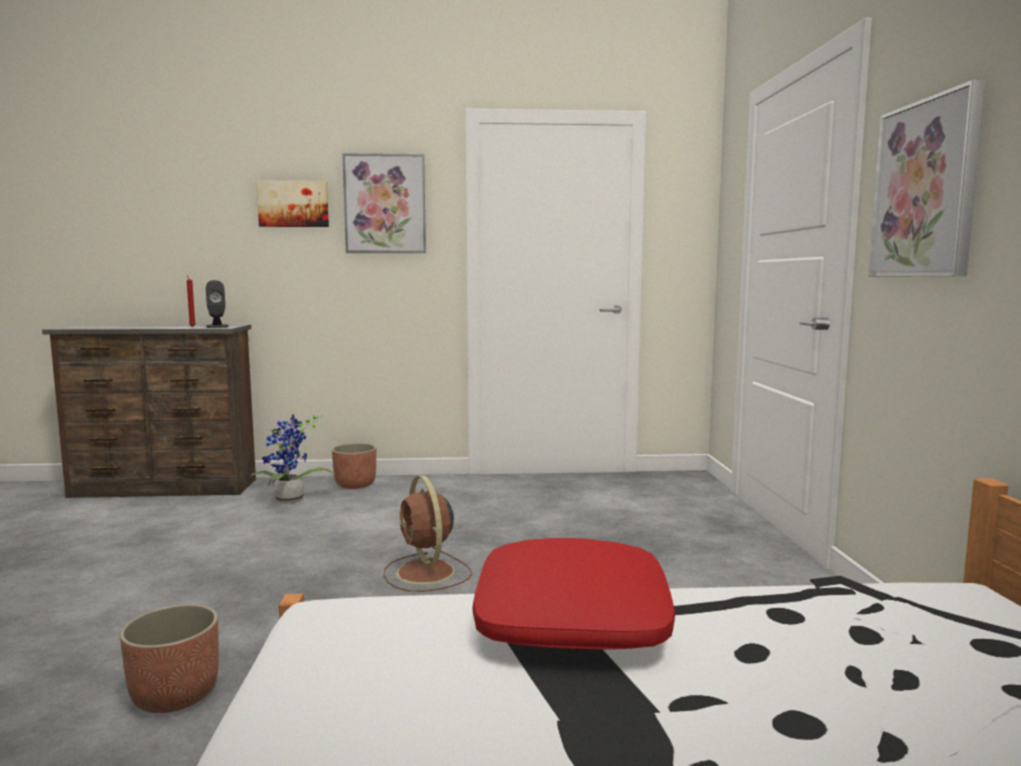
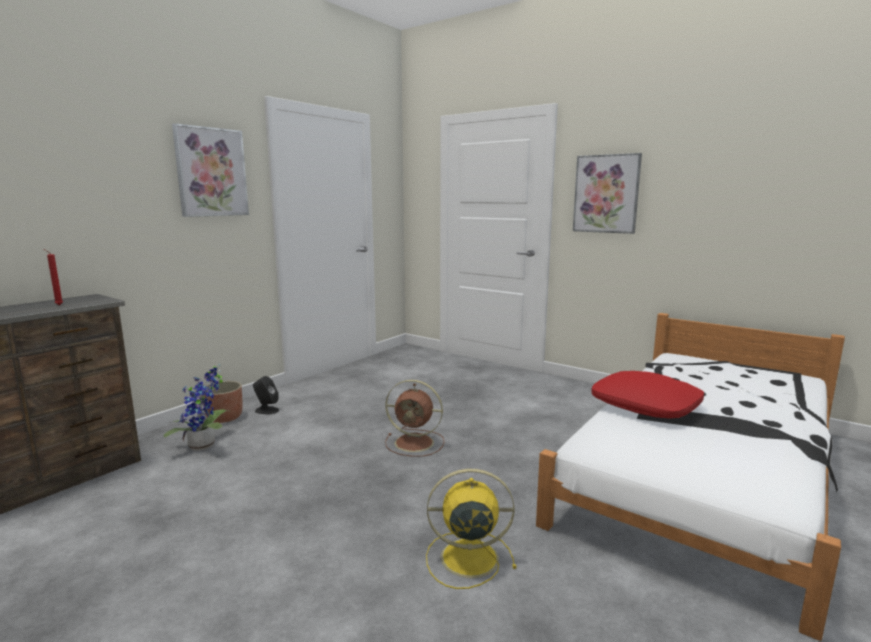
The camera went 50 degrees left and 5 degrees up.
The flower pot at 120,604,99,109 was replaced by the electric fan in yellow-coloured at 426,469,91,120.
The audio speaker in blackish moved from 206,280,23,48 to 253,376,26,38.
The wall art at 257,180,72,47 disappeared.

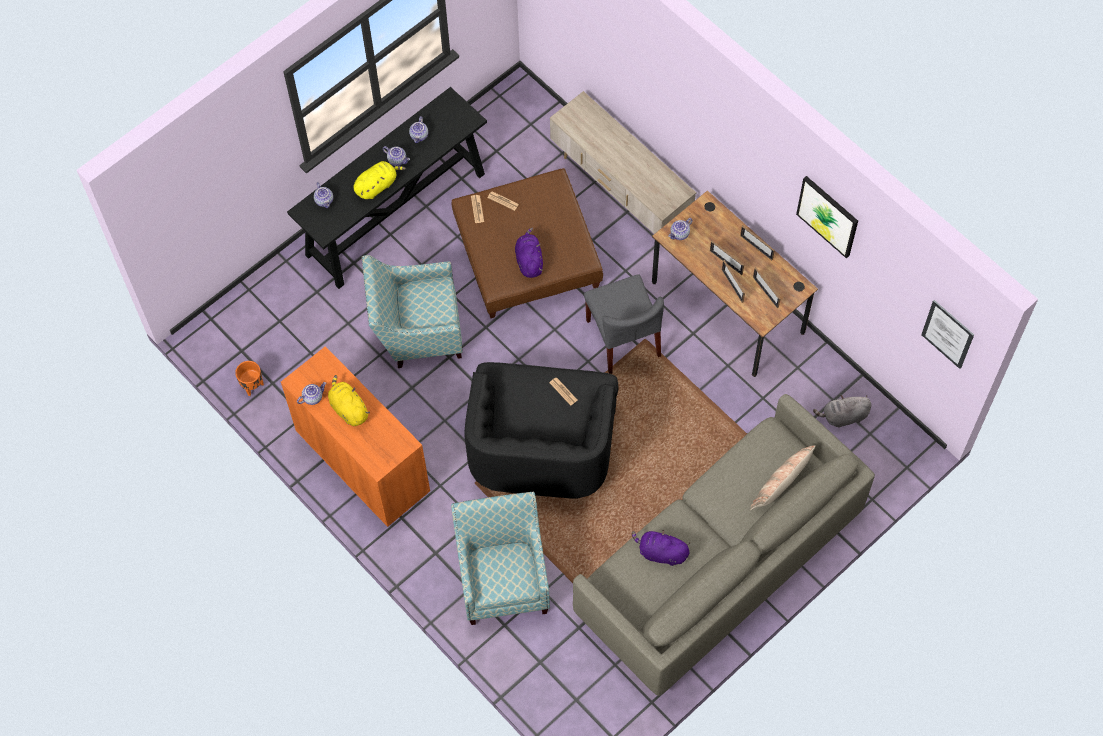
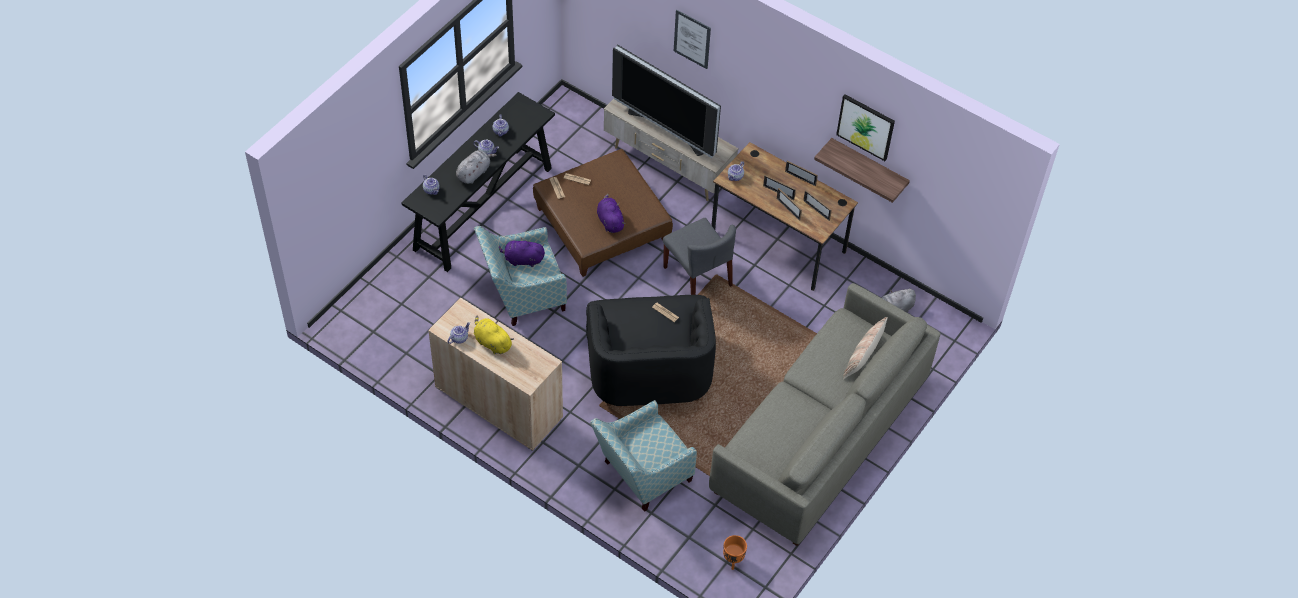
The camera went 15 degrees left and 10 degrees down.
The flower pot in orangey moved from 235,361,29,35 to 723,535,24,35.
The storage cabinet in orangey at 281,346,149,181 became the storage cabinet in beige-coloured at 428,298,135,153.
The cuddly toy in yellow-coloured at 354,161,52,38 became the cuddly toy in grey at 456,150,41,34.
The lounge chair at 451,492,99,133 turned 105 degrees counterclockwise.
The cuddly toy in purplish moved from 632,530,58,36 to 499,237,46,30.
The wall art moved from 921,300,53,69 to 674,10,37,59.
The TV set at 612,45,109,113 appeared.
The shelf at 814,138,96,65 appeared.

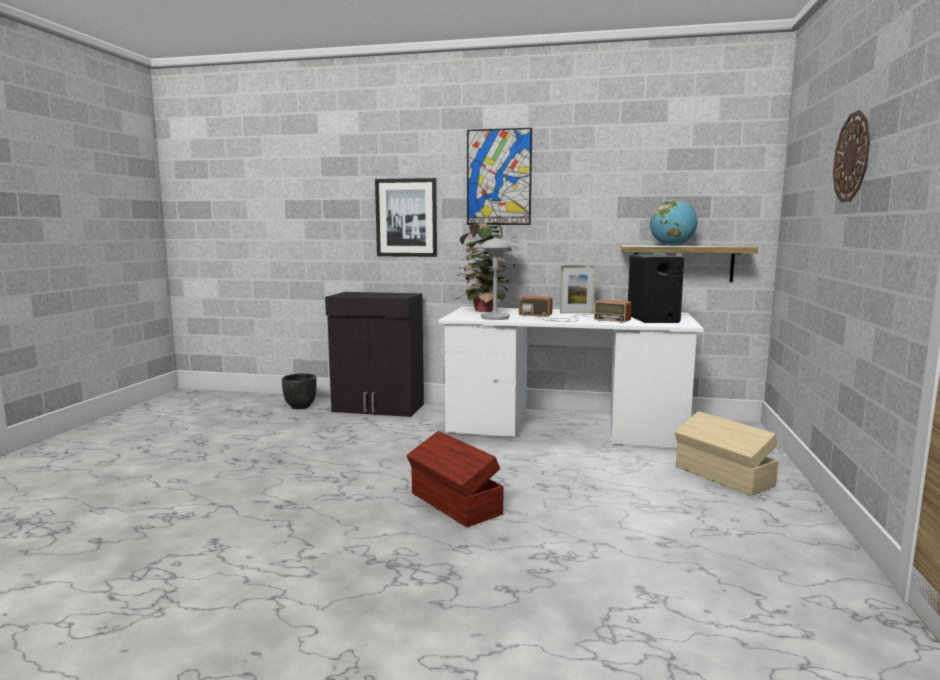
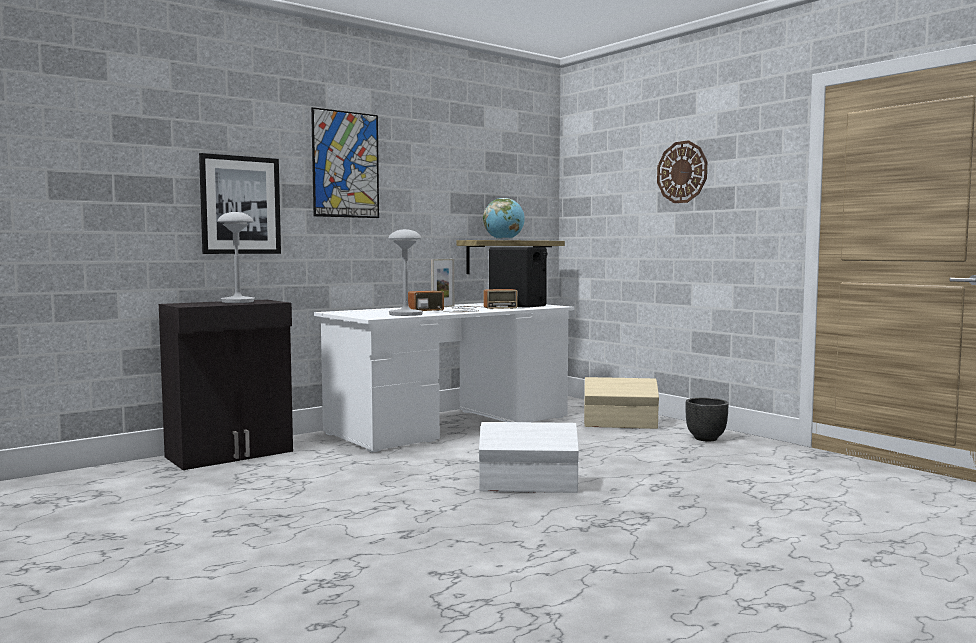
The camera went 50 degrees left and 5 degrees down.
The flower pot in blackish moved from 282,373,35,36 to 685,398,44,44.
The storage bin in brown at 406,431,98,96 became the storage bin in whitish at 479,422,100,71.
The plant in a pot at 455,223,63,89 disappeared.
The table lamp in grey at 217,212,38,91 appeared.

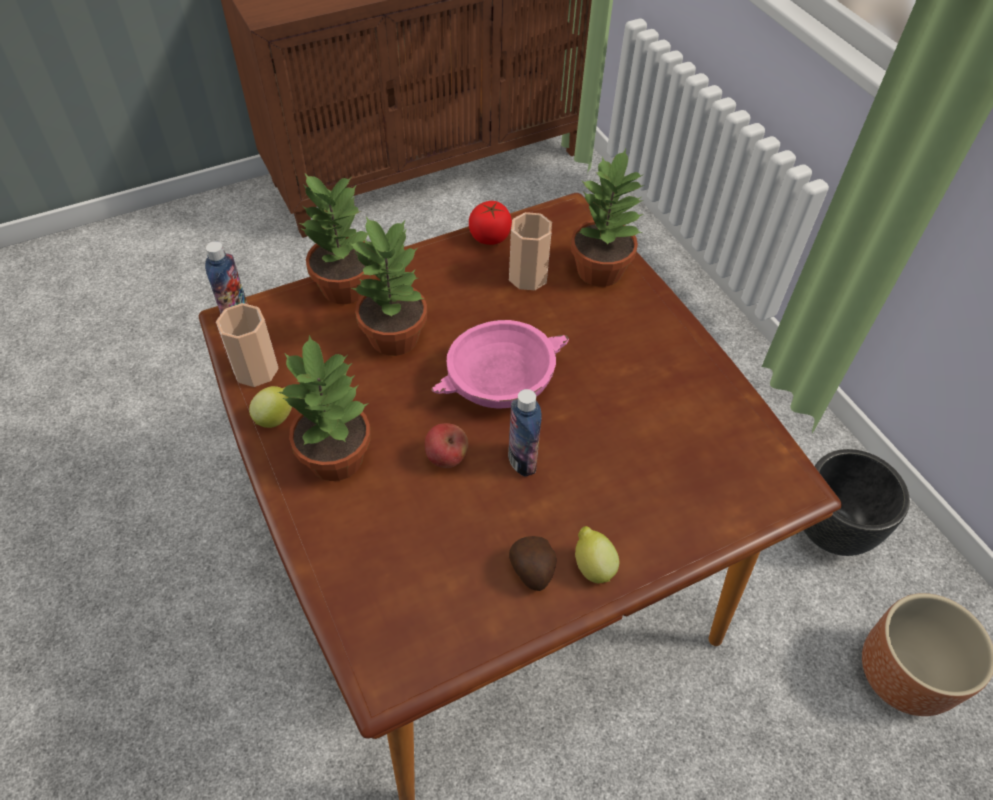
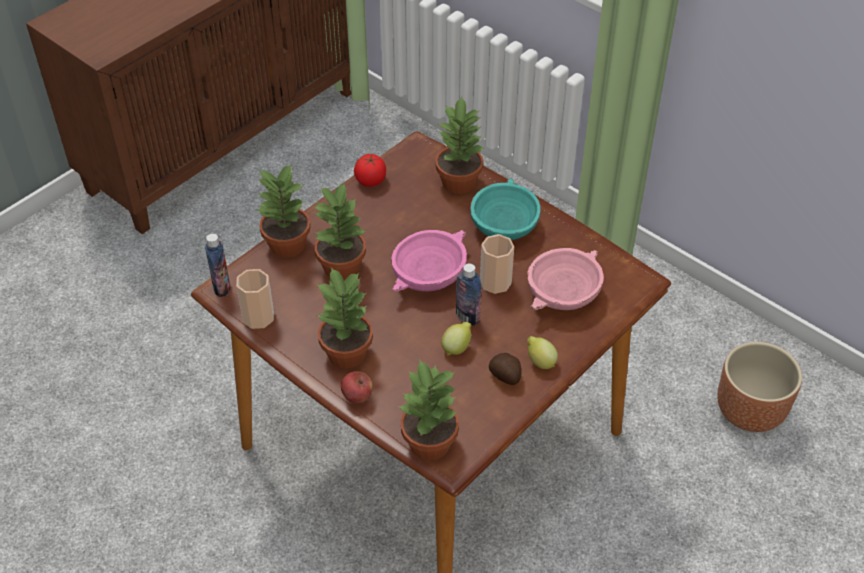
The camera went 20 degrees left and 5 degrees down.
The citrus fruit moved from 249,386,43,42 to 441,322,30,34.
The apple moved from 425,423,43,45 to 341,371,32,32.
The drinking cup moved from 509,212,43,78 to 480,234,34,60.
The flower pot in blackish at 804,449,106,107 disappeared.
The plant in a pot at 397,359,62,101 appeared.
The bowl in turquoise at 470,178,71,62 appeared.
The bowl in pink-coloured at 528,248,76,62 appeared.

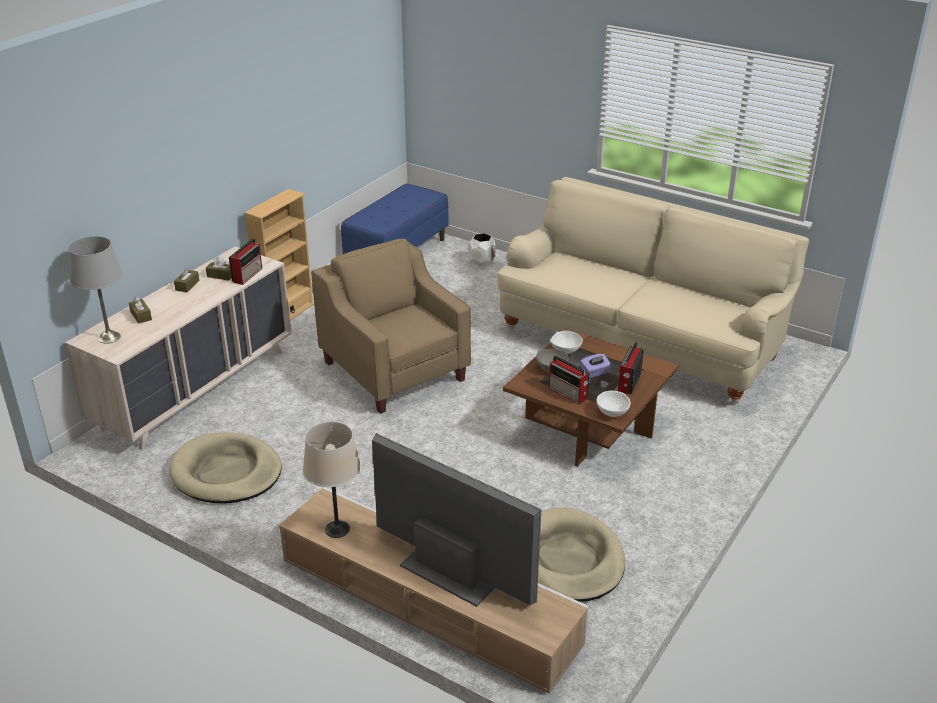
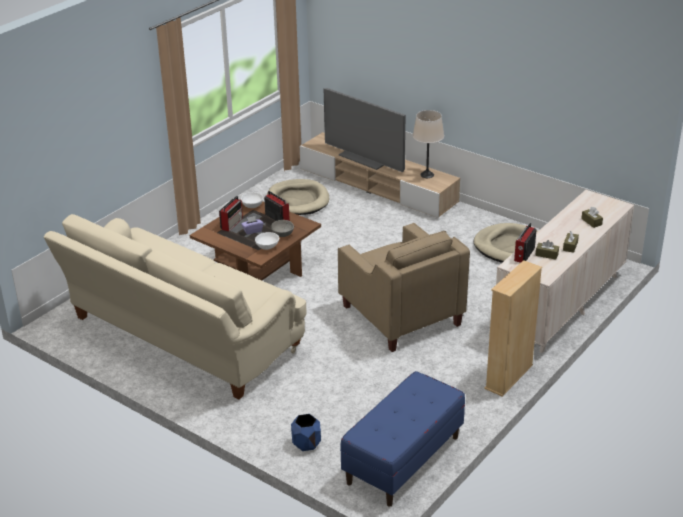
The camera went 175 degrees left and 0 degrees up.
The table lamp in grey at 68,236,55,108 disappeared.
The flower pot in whitish at 469,233,27,33 became the flower pot in blue at 291,414,30,37.

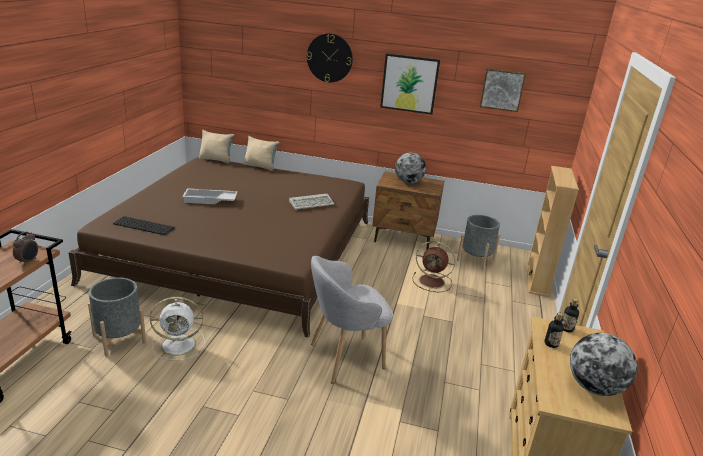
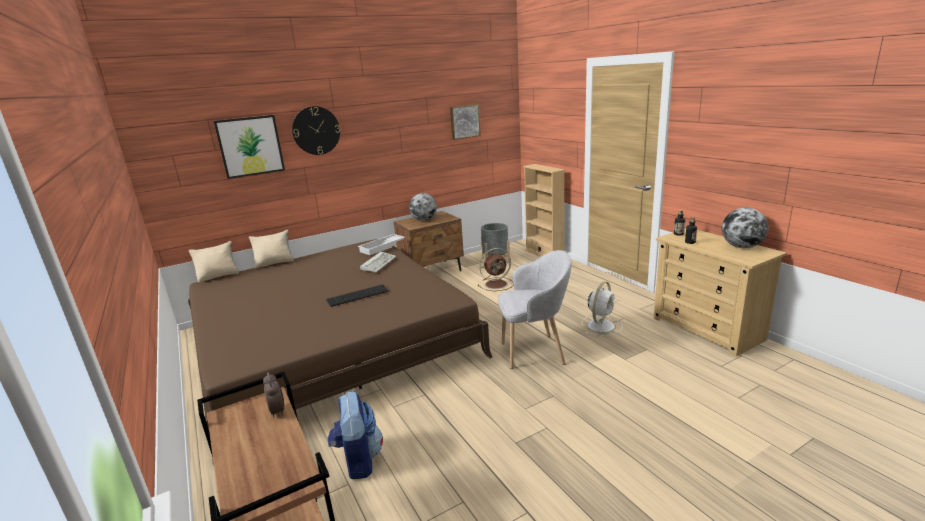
The camera went 40 degrees left and 5 degrees down.
The flower pot in grey at 88,277,58,80 was replaced by the backpack at 328,392,55,87.
The computer keyboard moved from 113,216,62,19 to 326,284,63,23.
The electric fan in whitish moved from 150,297,55,63 to 582,281,40,55.
The carrying tray in whitish moved from 182,188,56,16 to 358,234,47,21.
The lounge chair in grey at 311,256,82,127 turned 120 degrees counterclockwise.
The wall art moved from 380,53,60,62 to 214,115,71,64.

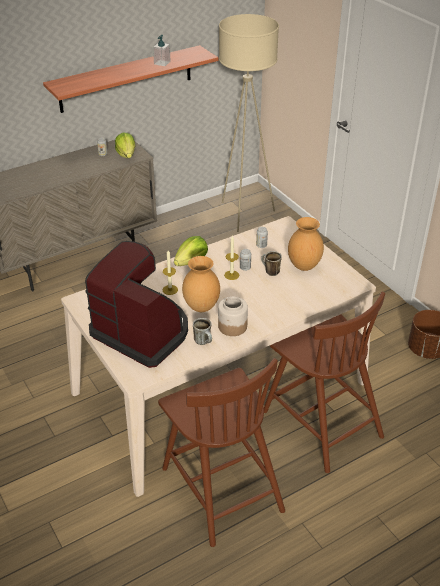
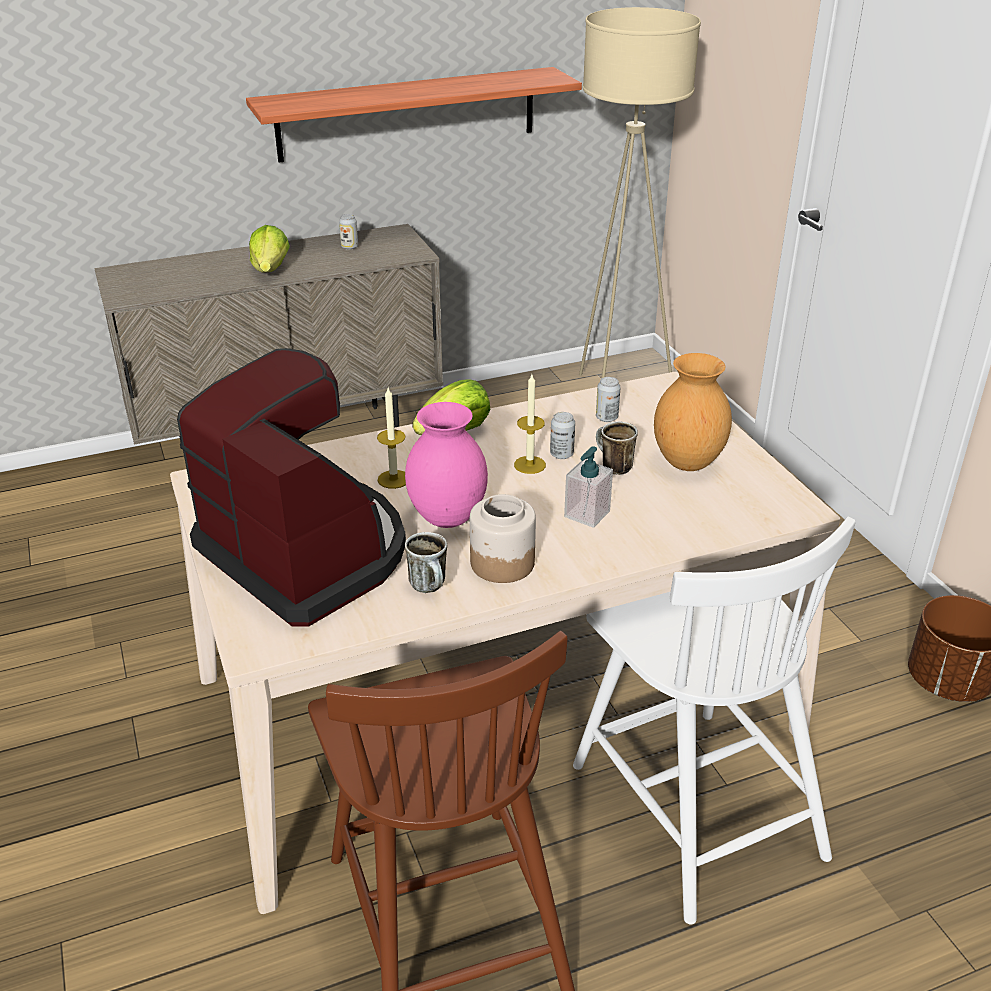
The camera went 10 degrees right and 5 degrees down.
The lettuce moved from 115,133,20,25 to 249,225,41,47.
The soap bottle moved from 153,35,18,31 to 564,446,49,82.
The vase in brown at 182,256,38,56 became the vase in pink-coloured at 405,402,83,126.
The upright chair in brown at 264,291,121,182 became the upright chair in whitish at 573,516,283,409.

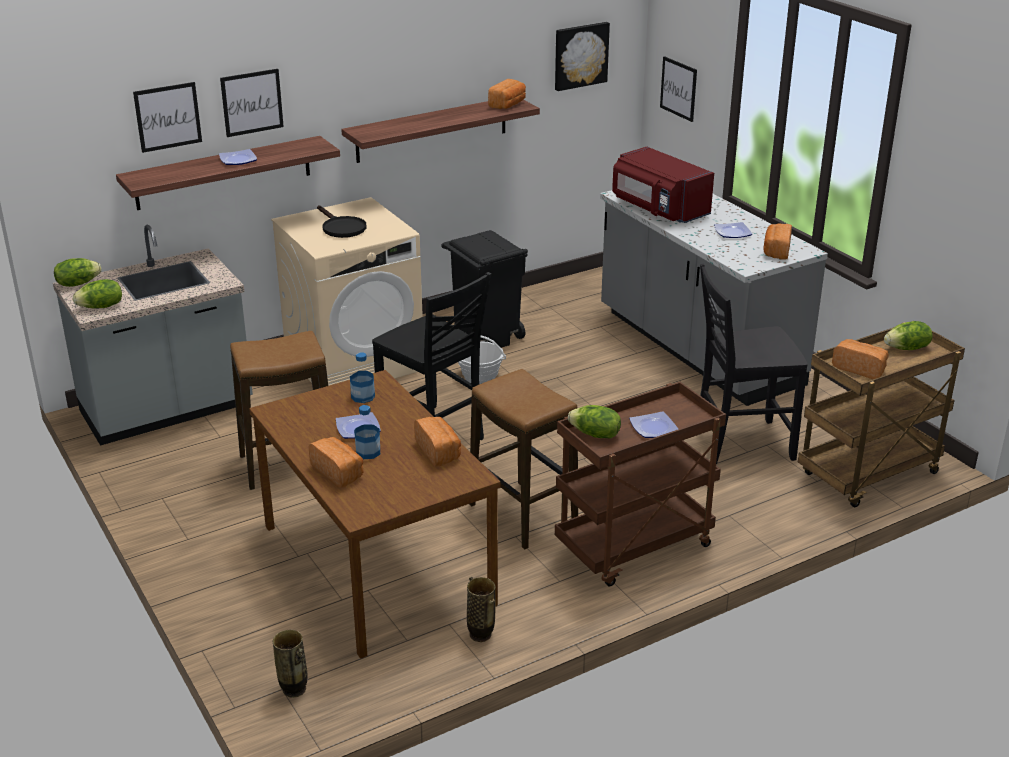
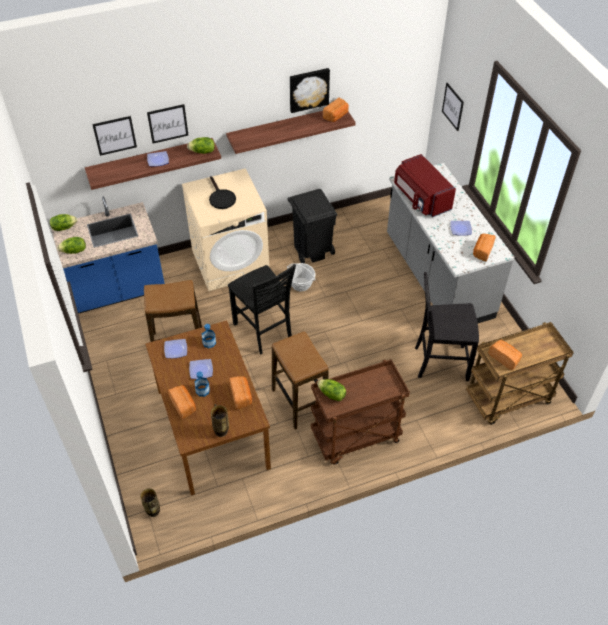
The camera went 10 degrees right and 20 degrees up.
The kitchen base unit in grey at 53,225,200,221 became the kitchen base unit in blue at 51,197,114,116.
The vase moved from 467,577,29,65 to 211,404,18,33.
The wall art moved from 555,22,55,69 to 290,68,40,45.
The flat dish moved from 629,411,49,27 to 164,339,23,19.
The lettuce moved from 884,321,49,29 to 187,137,28,17.

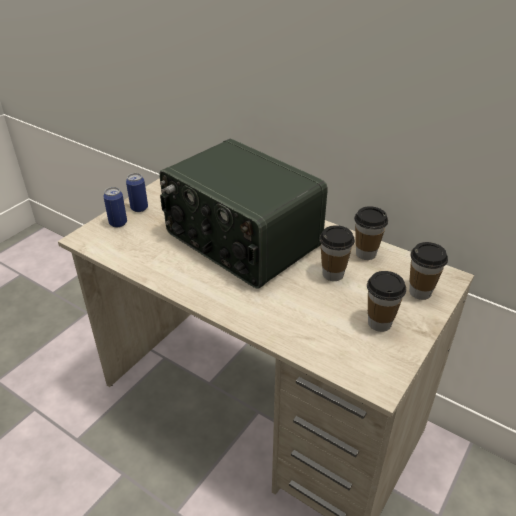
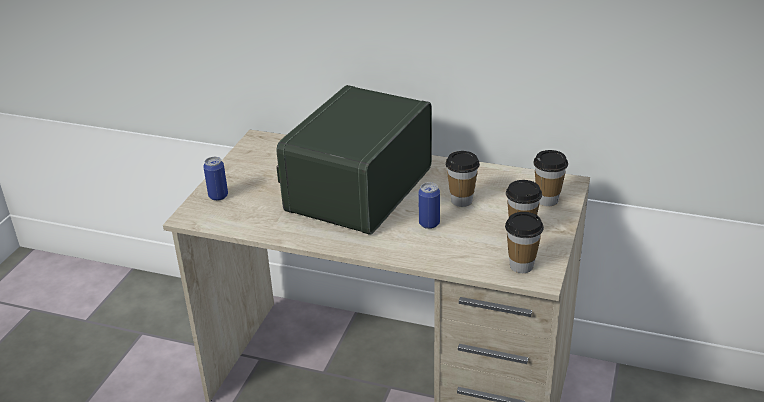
The camera went 15 degrees left and 5 degrees down.
The can moved from 126,173,22,39 to 418,182,22,47.
The radio at 159,139,169,150 turned 90 degrees clockwise.
The drinking cup moved from 354,206,34,54 to 505,212,39,61.

